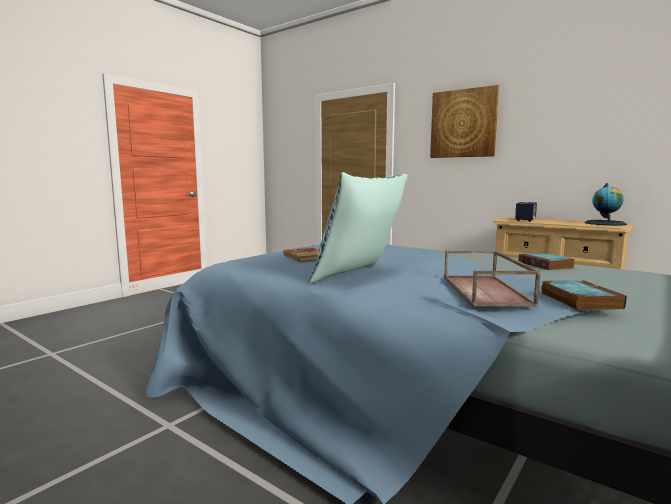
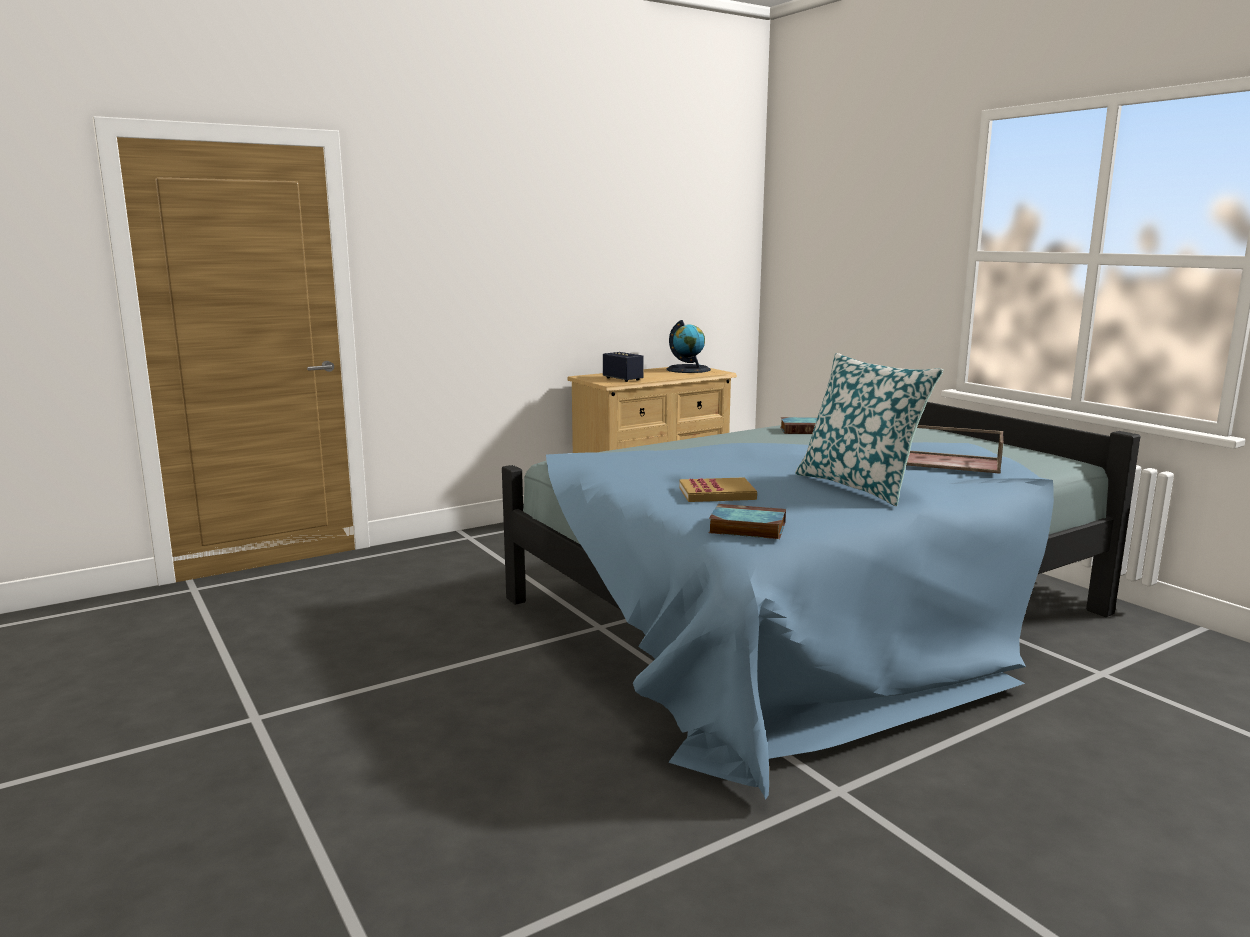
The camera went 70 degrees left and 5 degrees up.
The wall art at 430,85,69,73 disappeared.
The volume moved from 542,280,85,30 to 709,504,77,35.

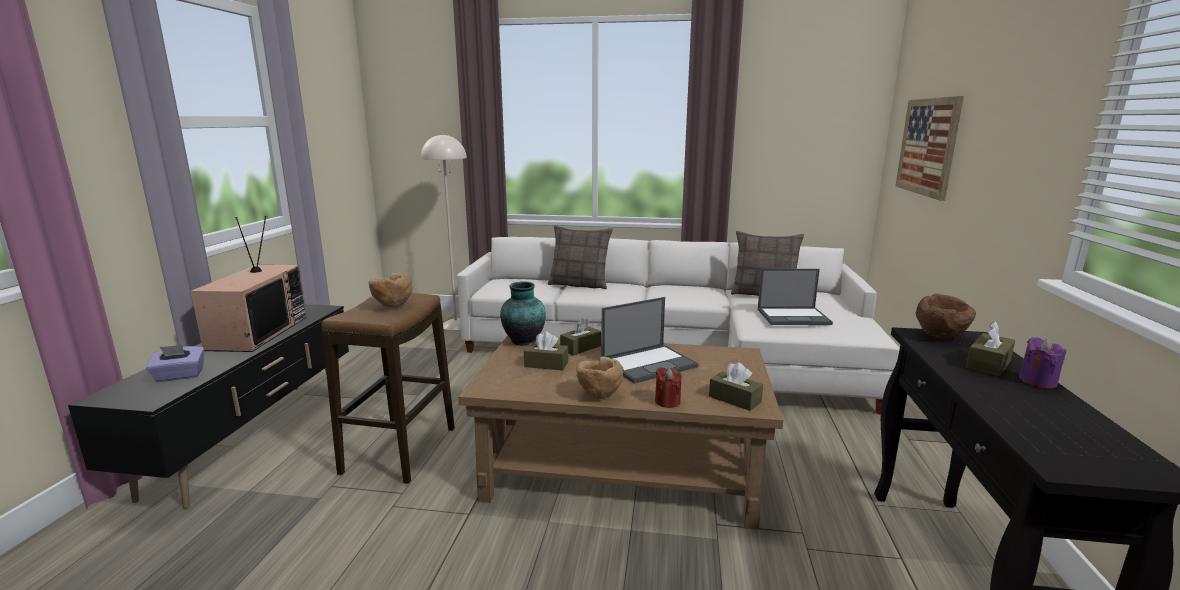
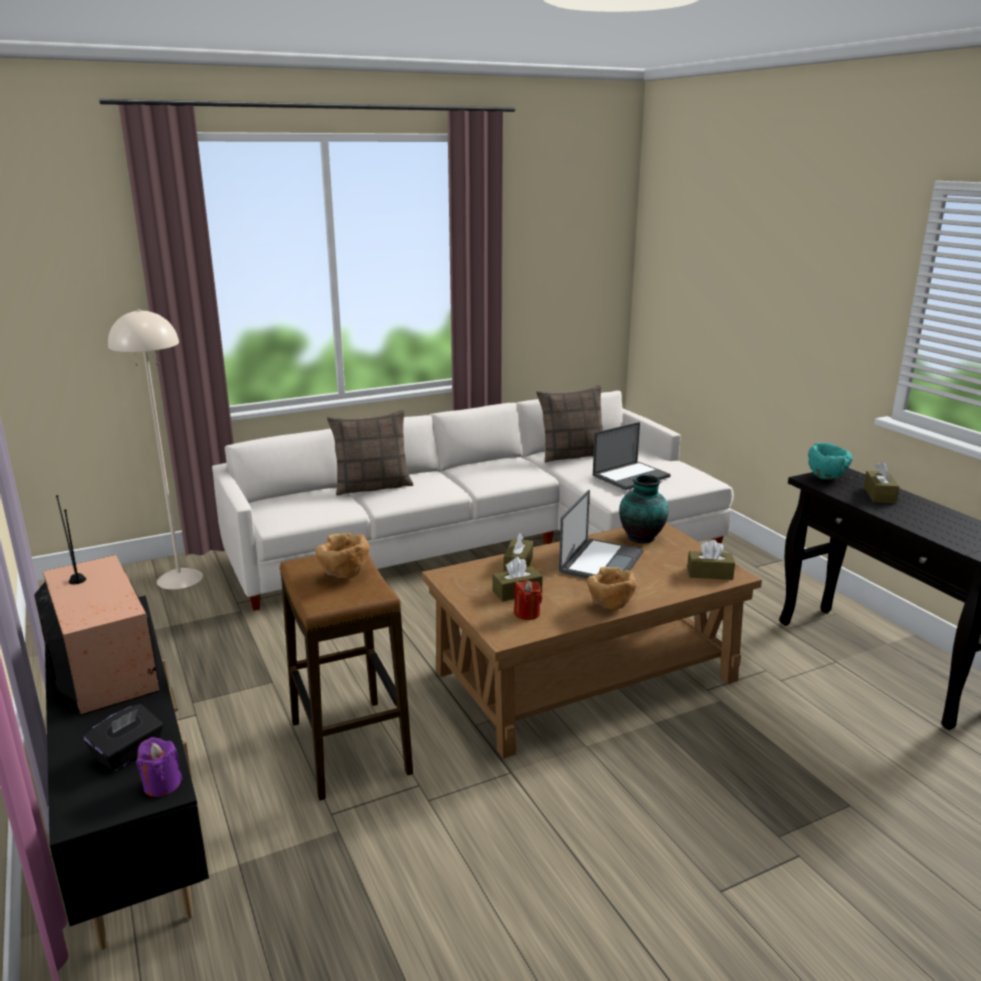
The camera went 35 degrees left and 5 degrees up.
The tissue box in purplish at 146,345,59,37 became the tissue box in blackish at 84,704,79,68.
The vase moved from 500,281,46,65 to 619,474,50,69.
The wax light in reddish moved from 655,367,26,41 to 514,580,28,40.
The wall art at 896,96,68,105 disappeared.
The bowl in brown at 916,294,60,45 became the bowl in turquoise at 808,443,45,37.
The wax light in purplish moved from 1019,337,47,52 to 136,737,46,60.

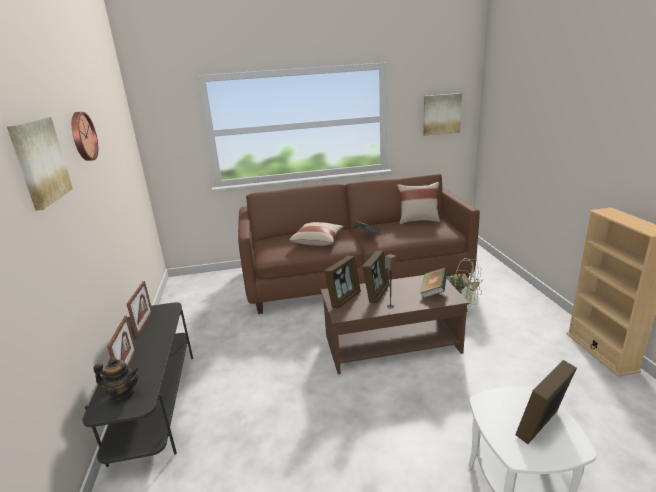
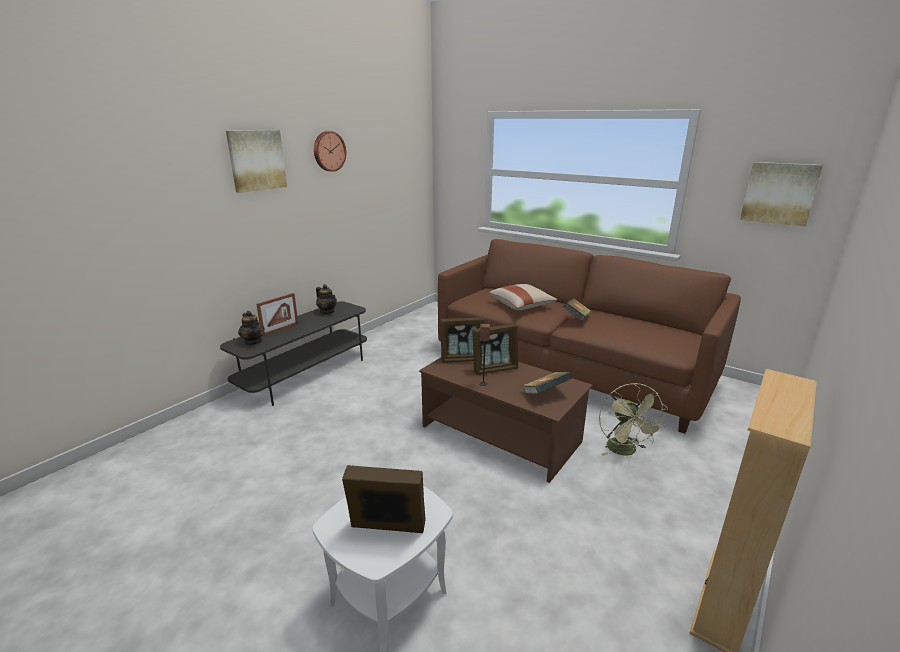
The camera went 45 degrees right and 0 degrees up.
The picture frame at 127,281,26,56 was replaced by the tea pot at 316,284,21,30.
The pillow in beige-coloured at 397,182,43,42 disappeared.

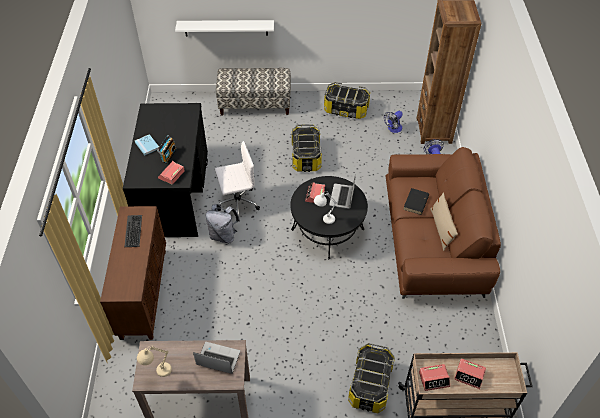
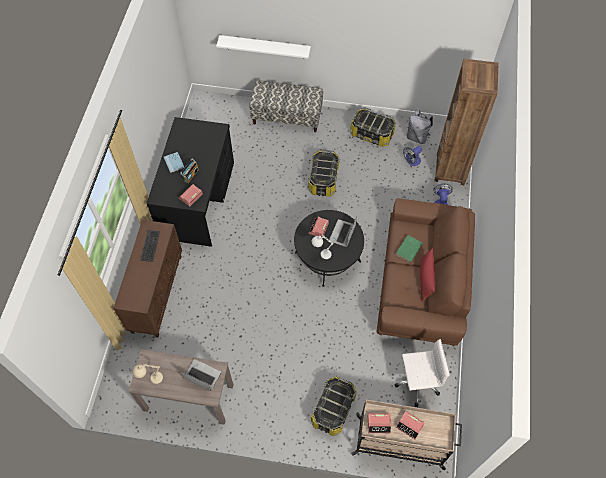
The camera went 10 degrees right and 10 degrees up.
The backpack in grey moved from 205,204,34,39 to 407,111,26,33.
The desk chair in whitish moved from 215,141,45,79 to 395,339,55,68.
The volume in blackish at 403,188,26,27 became the volume in green-coloured at 396,235,27,28.
The pillow in beige-coloured at 430,193,28,58 became the pillow in reddish at 420,248,15,54.

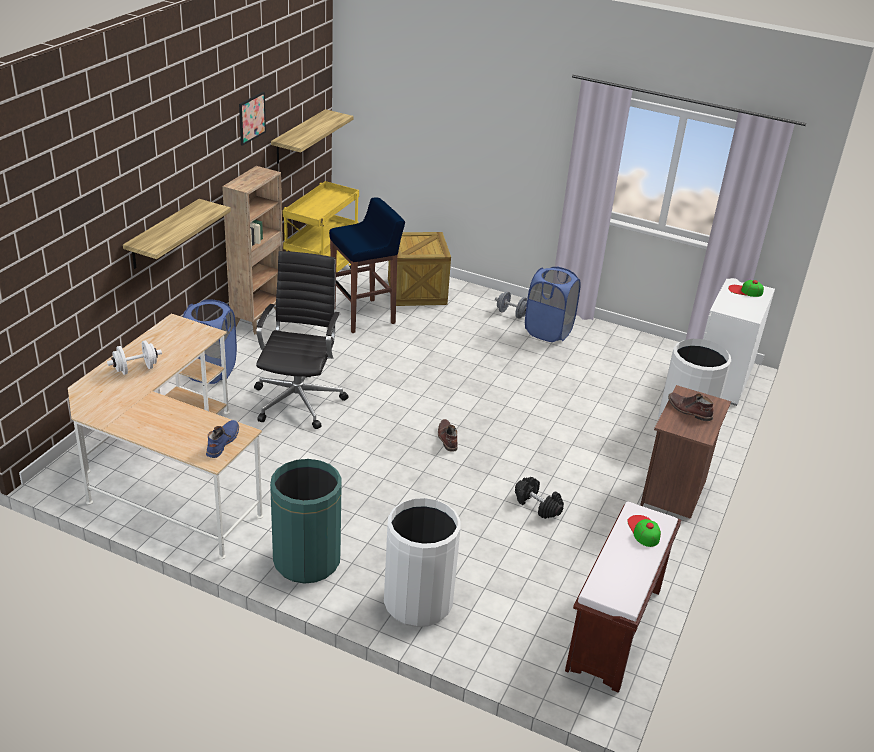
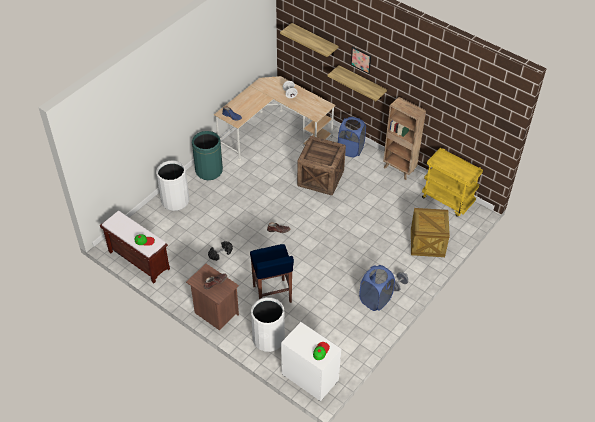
The camera went 105 degrees right and 15 degrees up.
The wall art moved from 239,92,27,54 to 351,47,20,27.
The desk chair in blackish at 254,251,95,178 was replaced by the packing crate at 297,136,49,59.
The shelf moved from 271,109,82,55 to 280,23,59,34.
The stool seat in blue moved from 329,197,76,136 to 250,244,44,59.

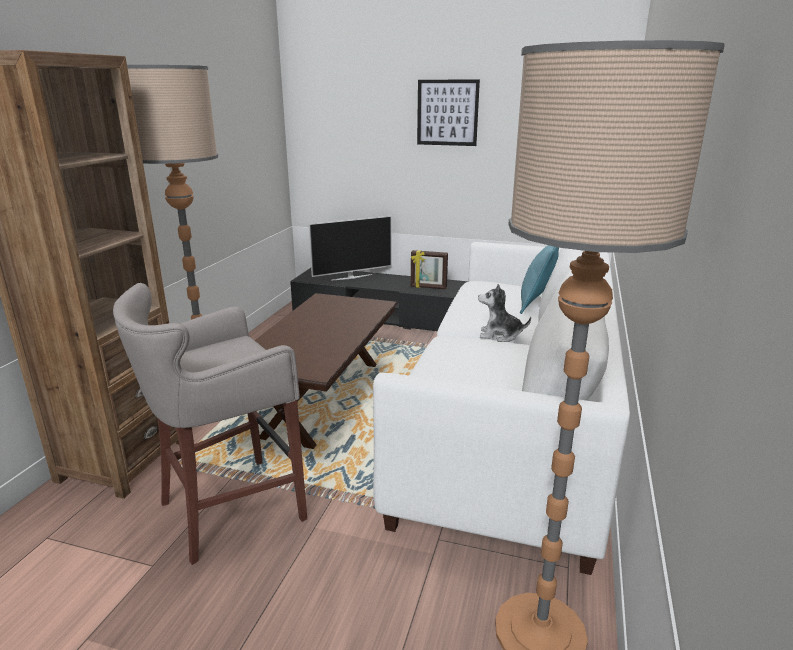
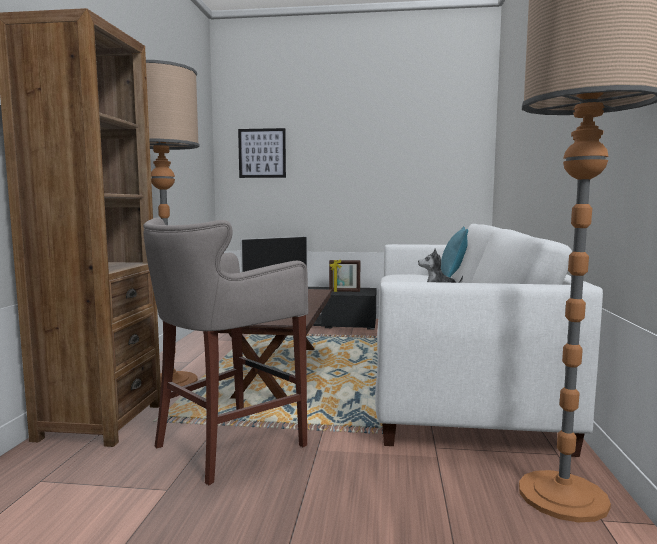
The camera went 10 degrees left and 15 degrees down.
The wall art moved from 417,80,63,66 to 238,128,48,50.

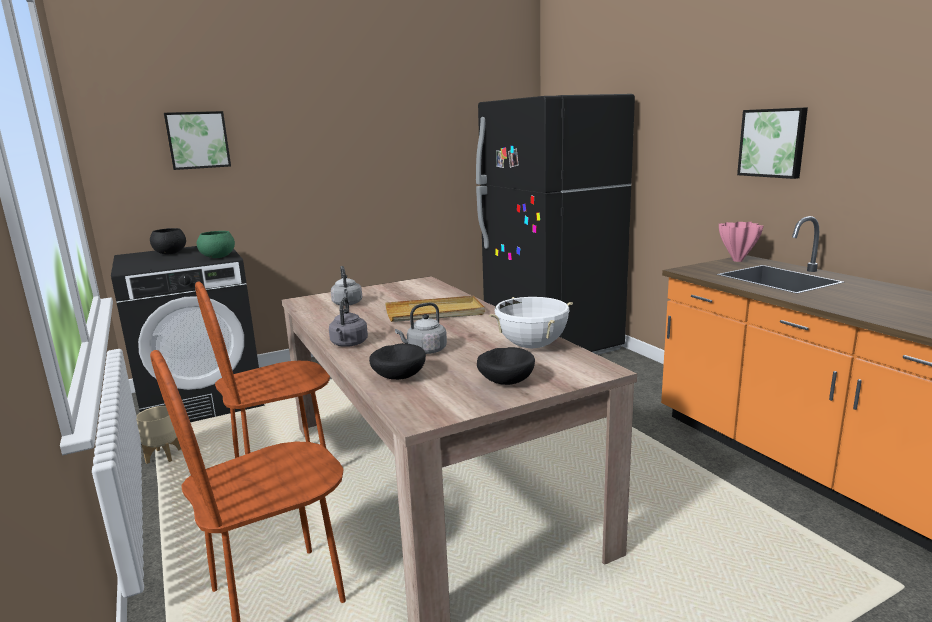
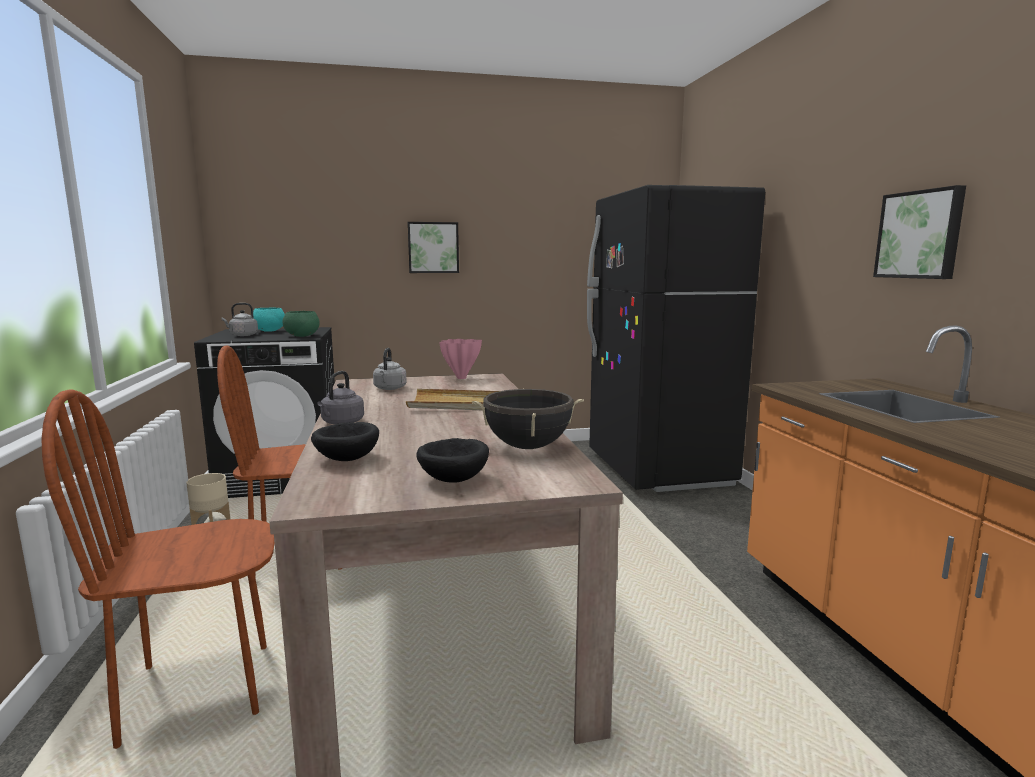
The camera went 15 degrees right and 5 degrees down.
The bowl in blackish at 150,228,36,26 became the bowl in turquoise at 253,307,32,25.
The wall art moved from 164,111,67,59 to 407,222,52,51.
The water kettle in grey moved from 395,303,52,51 to 221,303,37,33.
The stockpot in whitish at 489,297,84,51 became the stockpot in blackish at 472,388,112,61.
The vase in pink-coloured moved from 719,222,44,40 to 439,339,43,40.

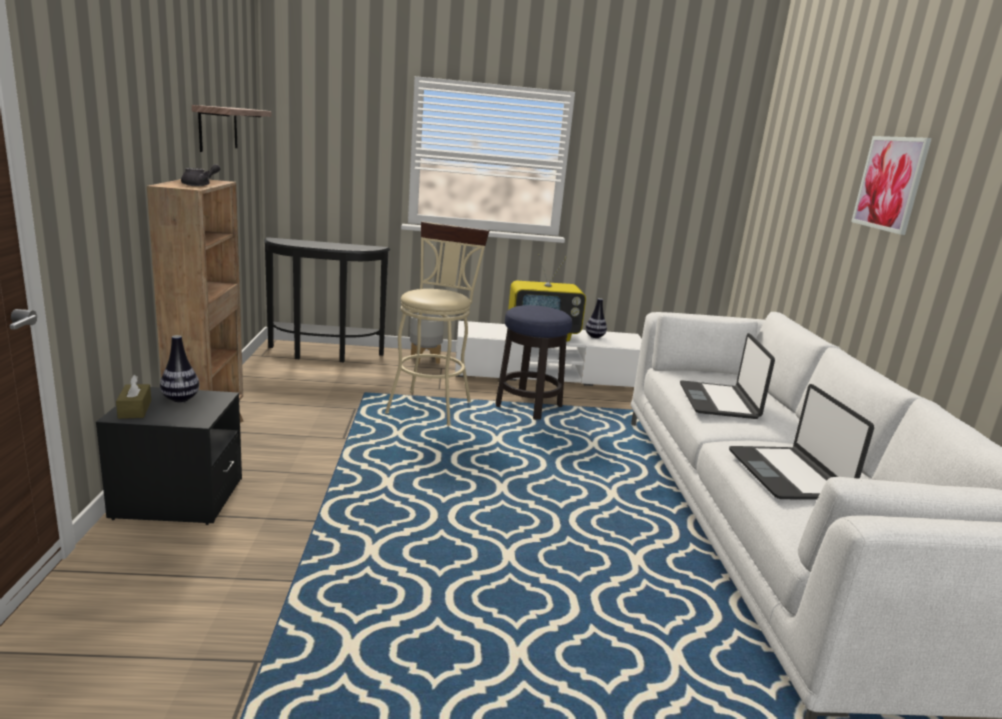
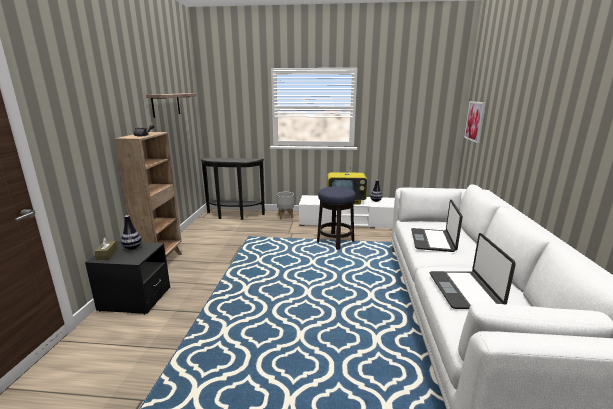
The camera went 10 degrees right and 0 degrees up.
The stool seat in beige-coloured at 385,221,104,205 disappeared.
The wall art moved from 851,136,81,99 to 464,101,22,42.

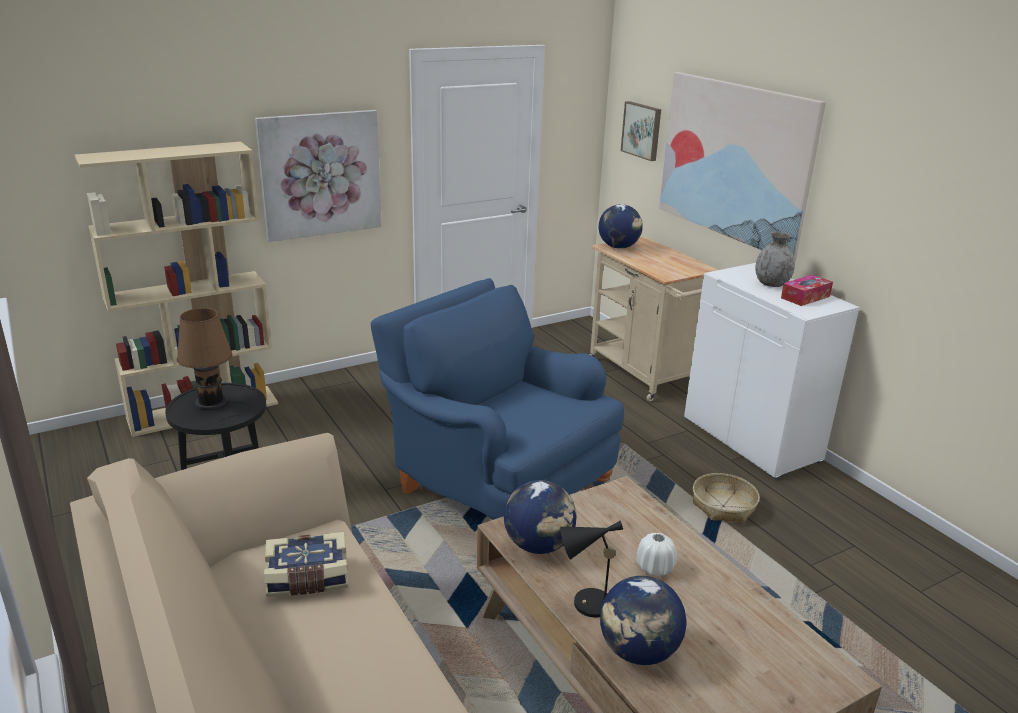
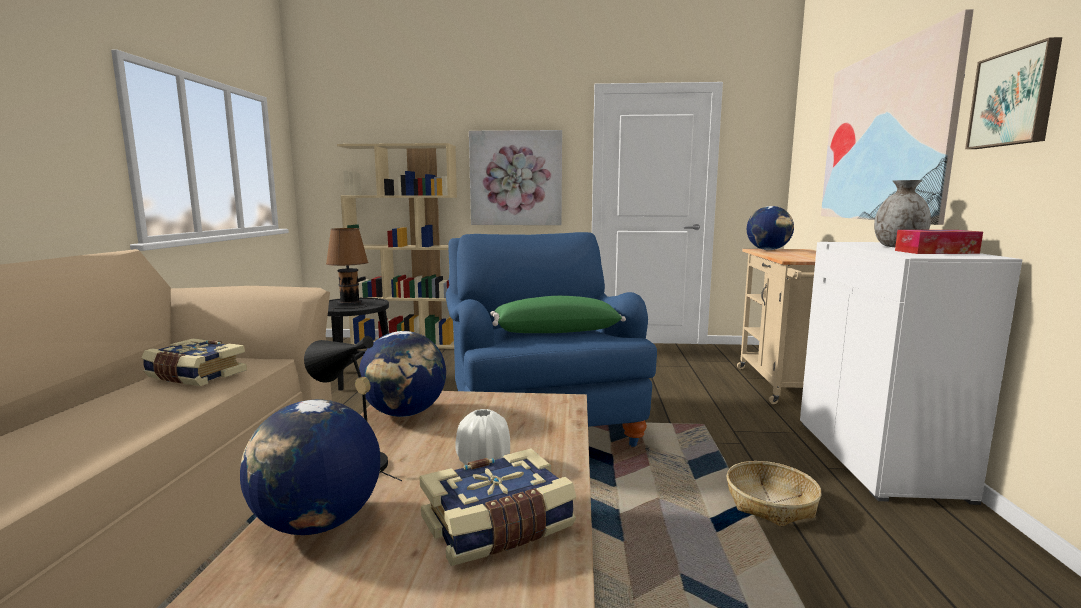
The camera went 35 degrees right and 15 degrees down.
The wall art moved from 621,101,40,60 to 965,37,97,112.
The volume at 420,448,156,118 appeared.
The pillow in green-coloured at 490,296,136,37 appeared.

